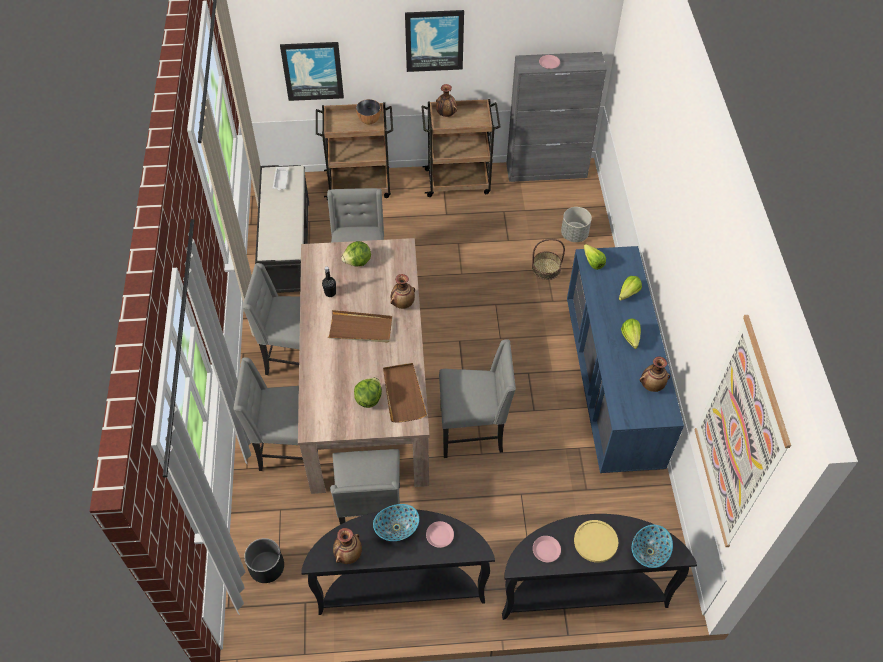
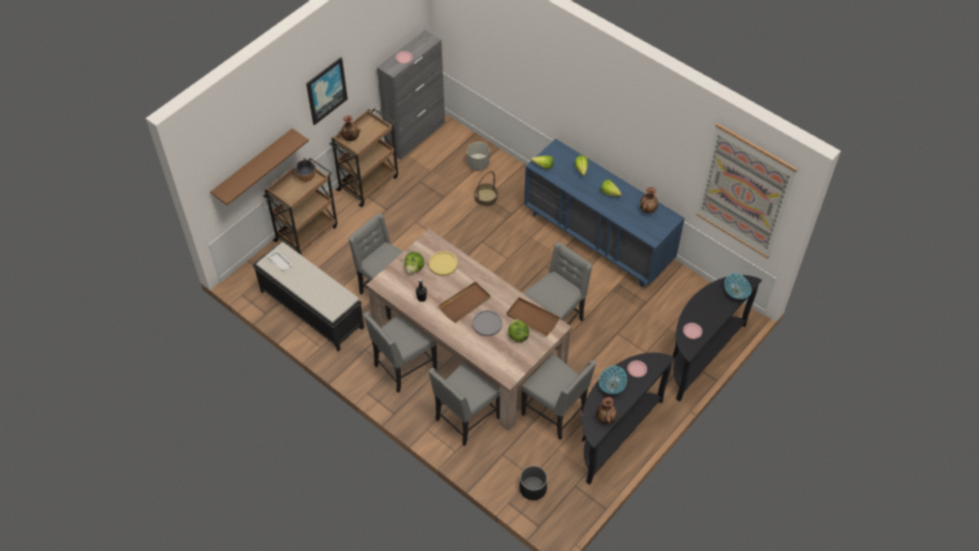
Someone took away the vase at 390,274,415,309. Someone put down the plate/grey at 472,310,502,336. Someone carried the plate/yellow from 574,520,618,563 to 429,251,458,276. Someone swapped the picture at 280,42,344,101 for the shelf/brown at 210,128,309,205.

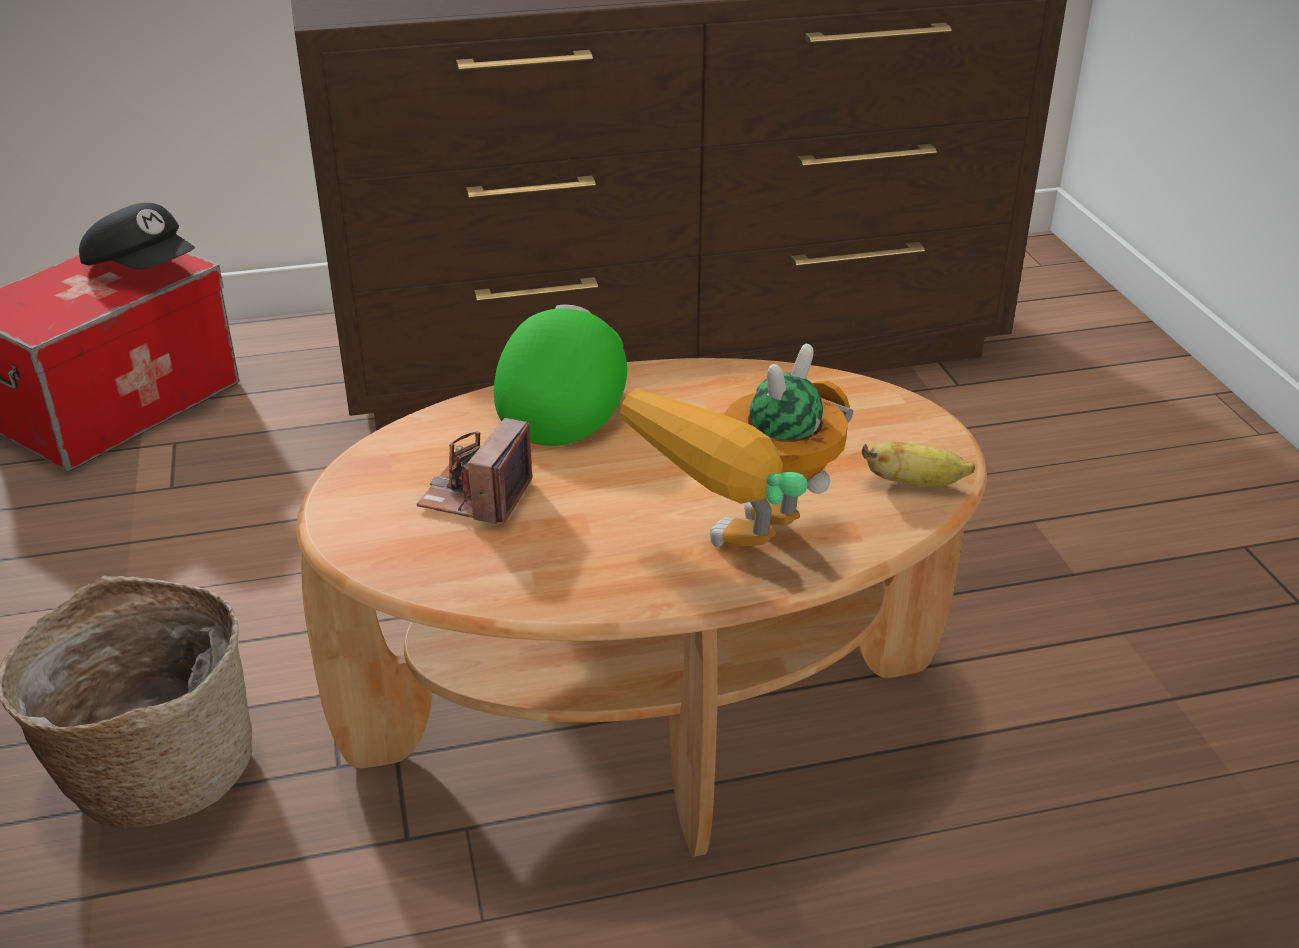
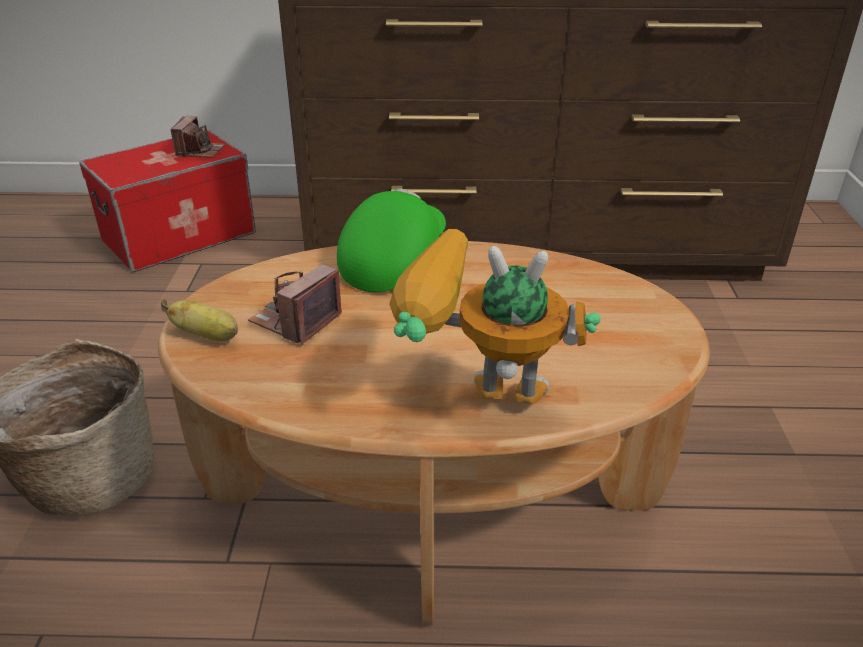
Someone carried the banana from 862,441,975,486 to 161,299,238,341. Someone swapped the cap/black at 79,203,195,269 for the photo camera at 170,116,225,158. Someone rotated the toy robot at 620,344,853,547 by 45 degrees clockwise.

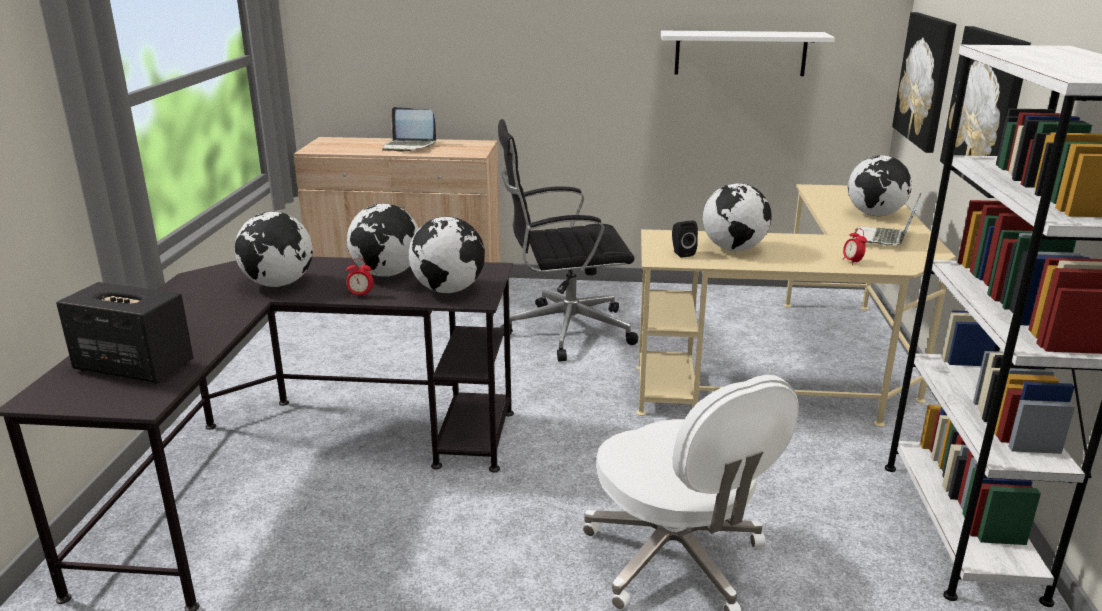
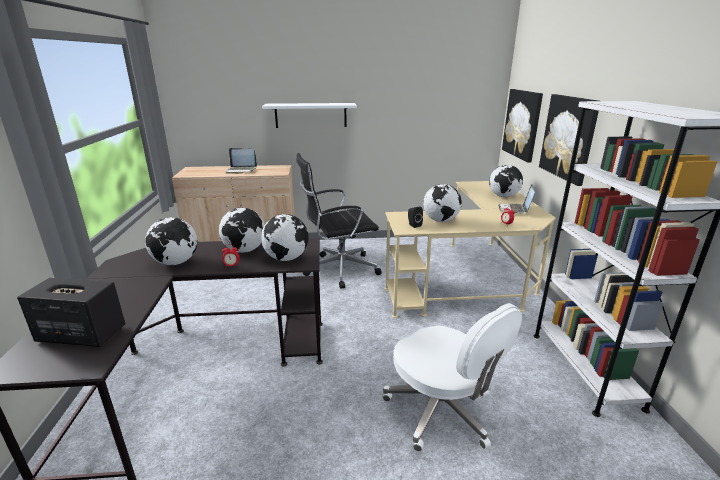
Someone carried the shelf/white from 661,31,835,76 to 262,103,357,128.

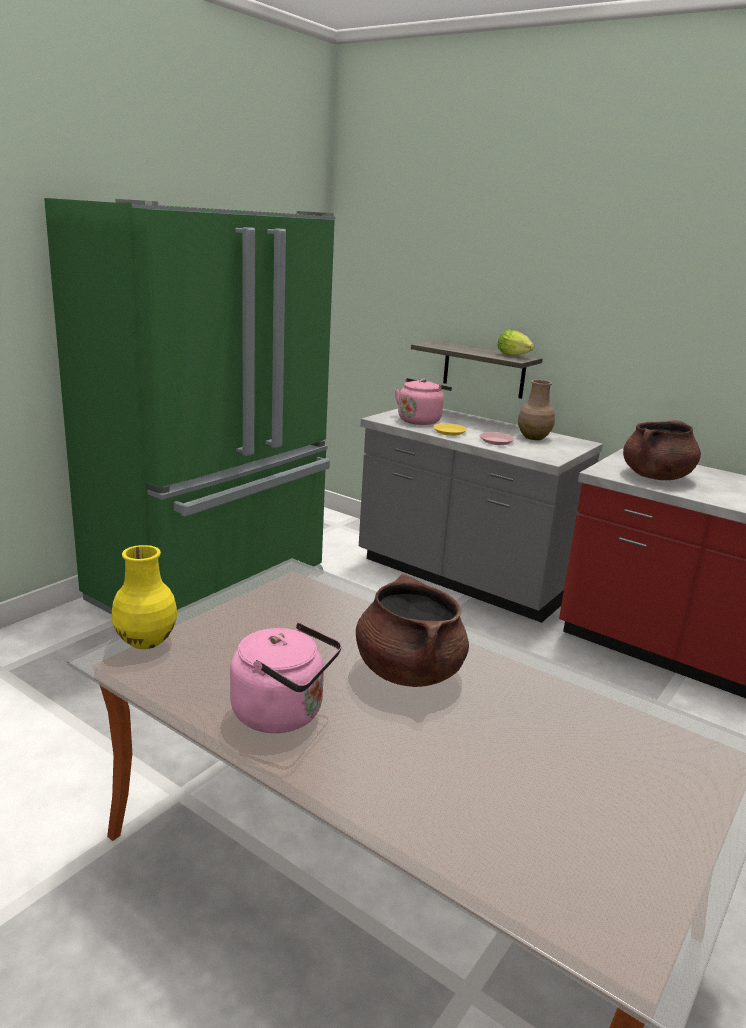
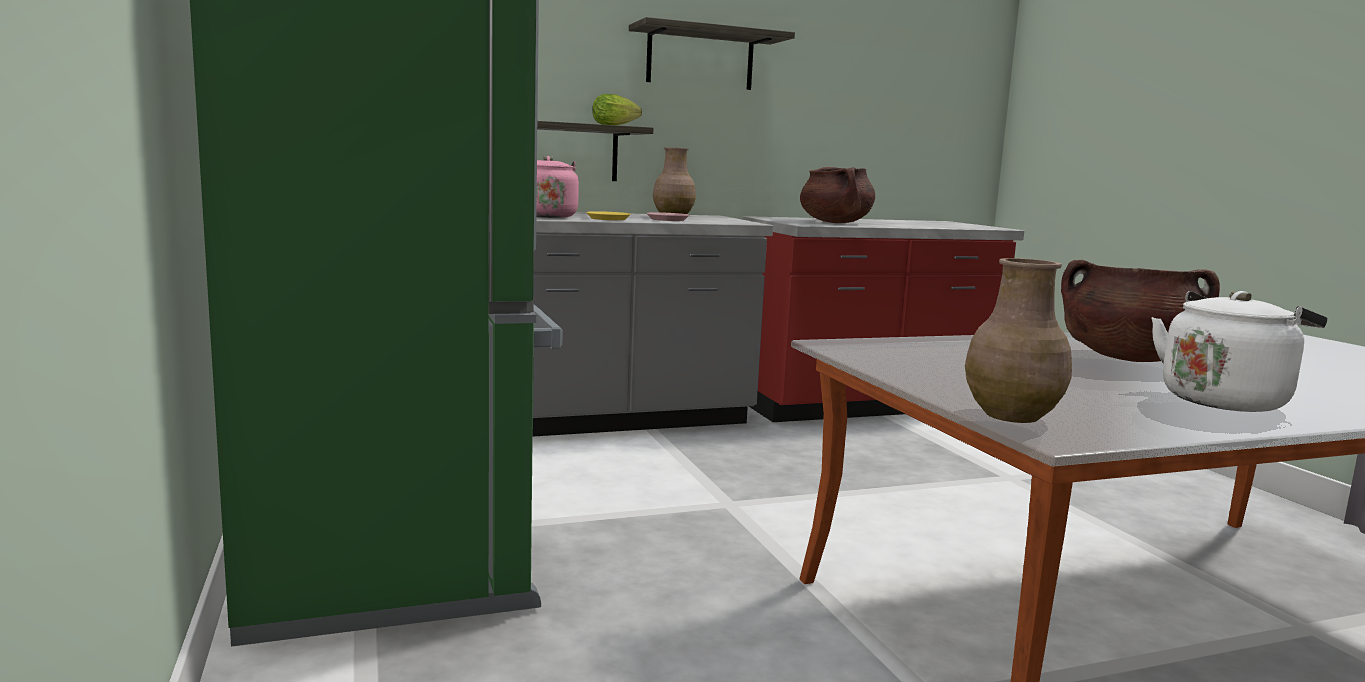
Someone put up the shelf at 629,17,795,90. Someone repainted the vase/yellow at 112,545,177,649, which became the vase/brown at 965,258,1072,423. Someone repainted the kettle/pink at 230,623,342,733, which became the kettle/white at 1151,291,1327,412.

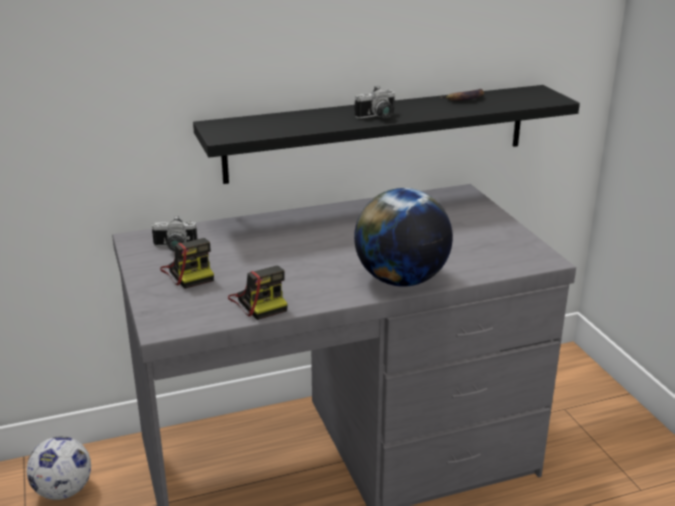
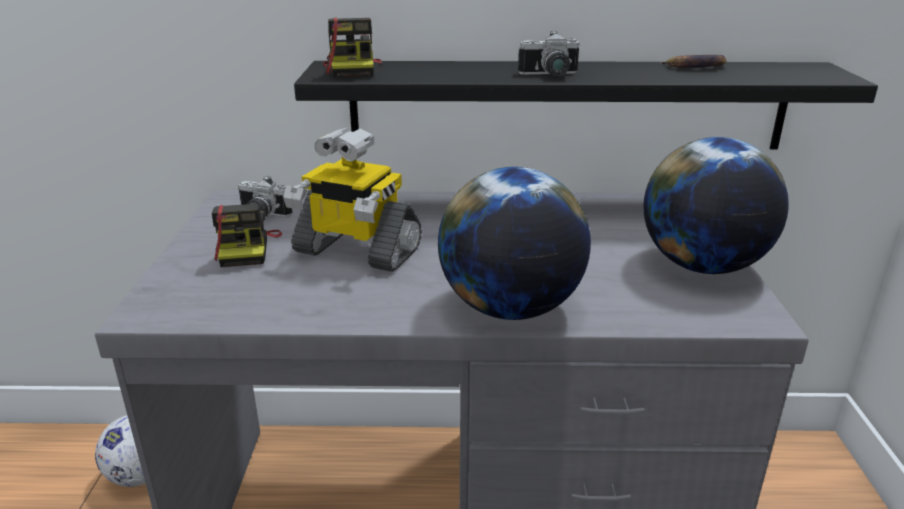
Someone put down the toy robot at 283,127,422,272. Someone put down the globe at 643,137,789,274. Someone carried the photo camera from 228,266,288,320 to 323,18,382,78.

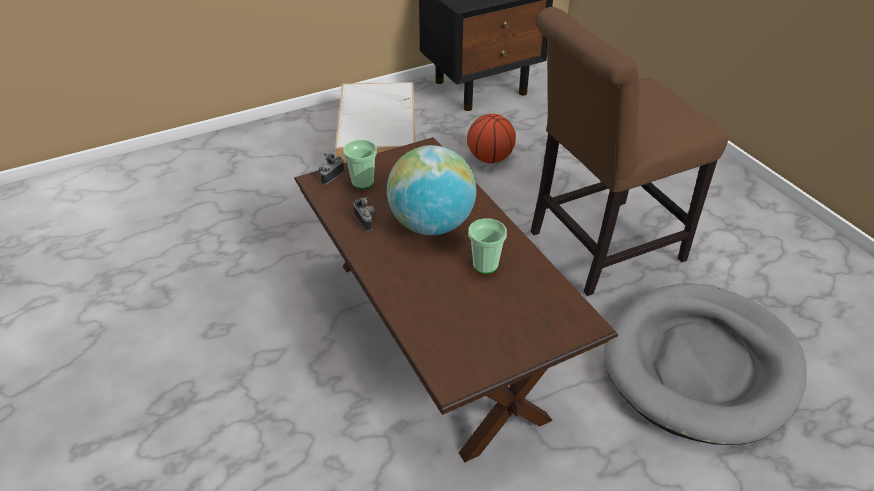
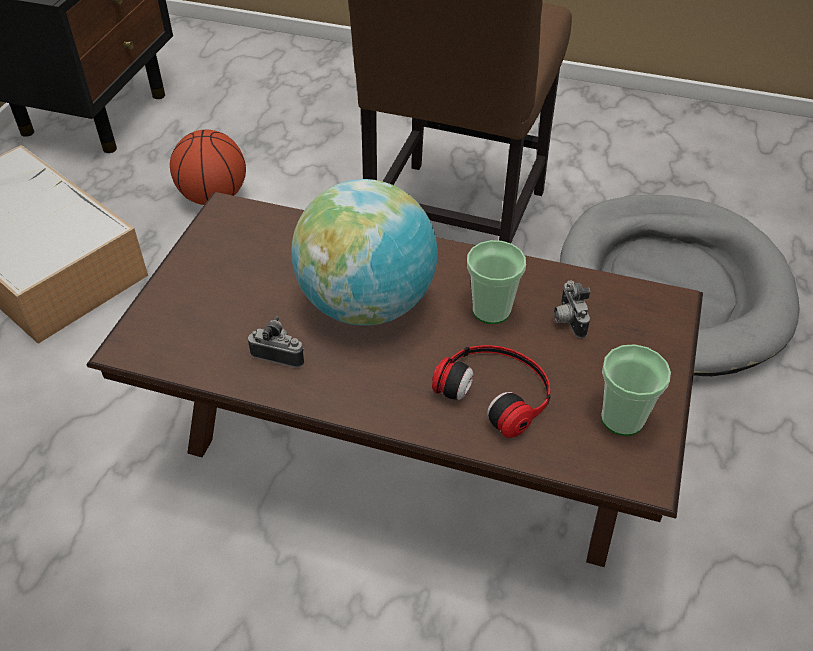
Someone put down the headphones at 432,345,550,438. Someone carried the photo camera from 319,153,344,185 to 554,281,591,338. Someone carried the cup from 343,140,377,189 to 601,344,671,436.

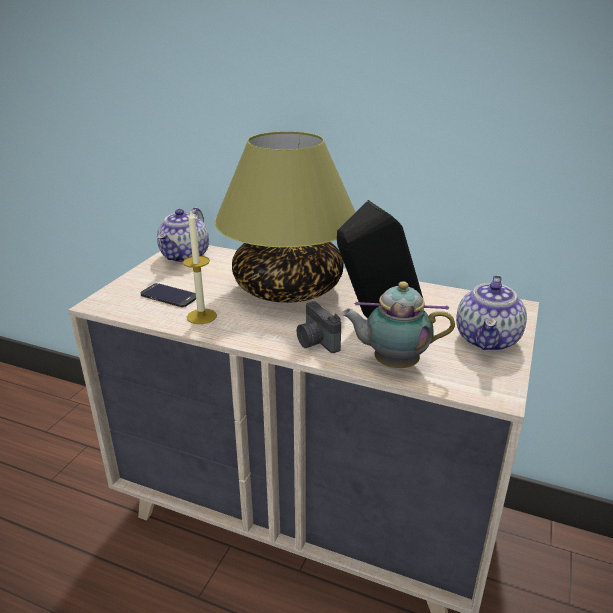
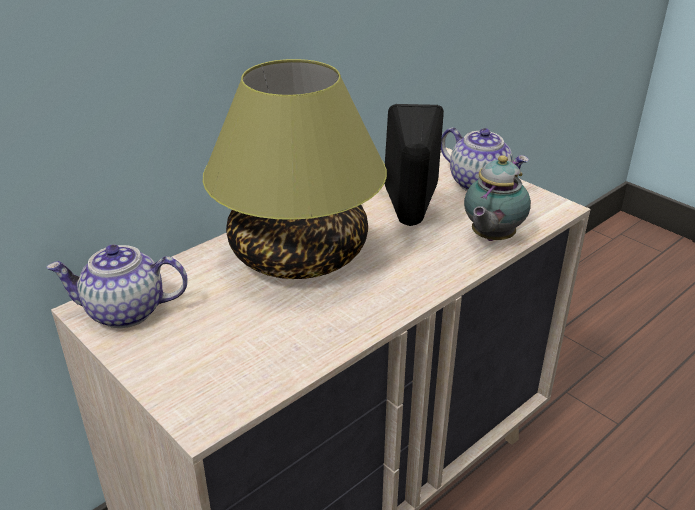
Someone took away the phone at 140,283,196,307. Someone took away the candle at 183,211,217,324. Someone took away the photo camera at 297,301,341,353. Someone rotated the teapot at 157,207,209,263 by 135 degrees clockwise.

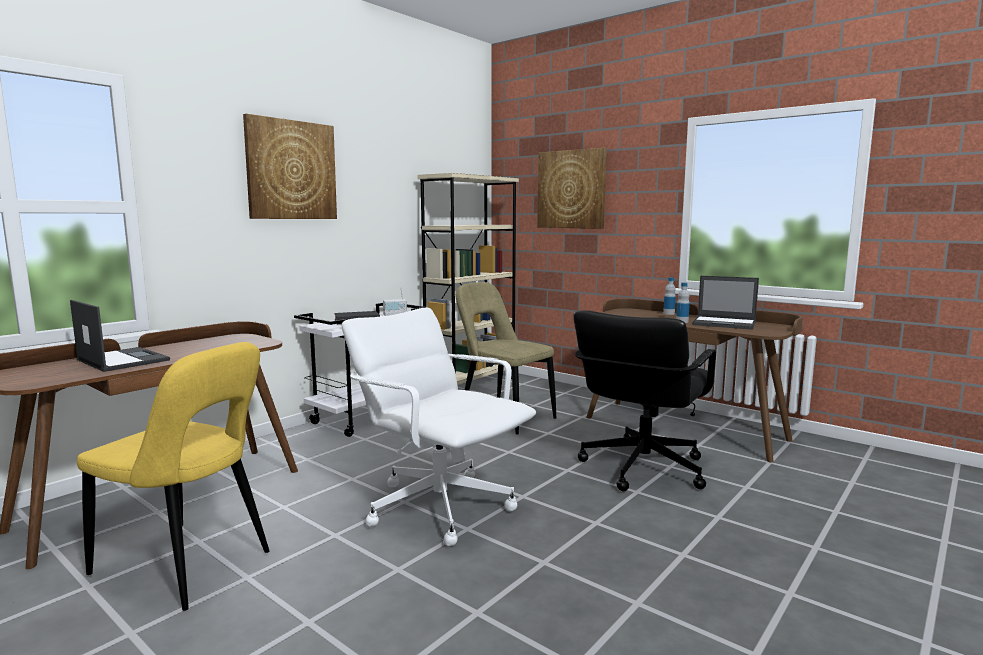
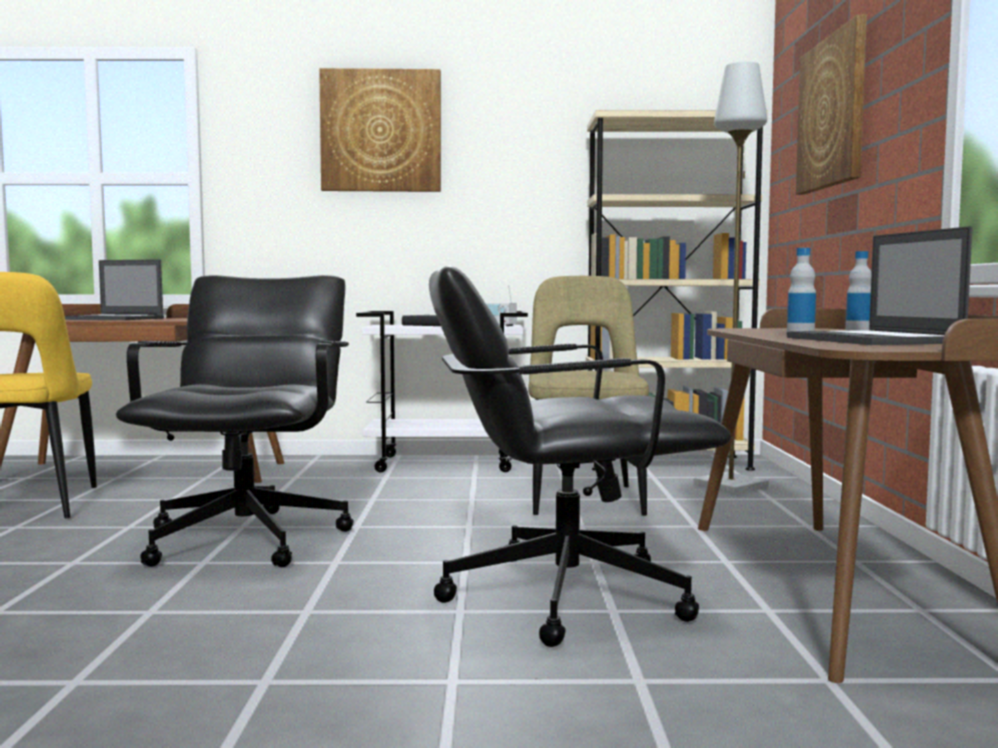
Someone put down the floor lamp/grey at 694,61,769,495. Someone repainted the office chair/white at 342,308,536,546, which became the office chair/black at 116,275,354,567. Someone rotated the laptop at 70,300,170,372 by 105 degrees clockwise.

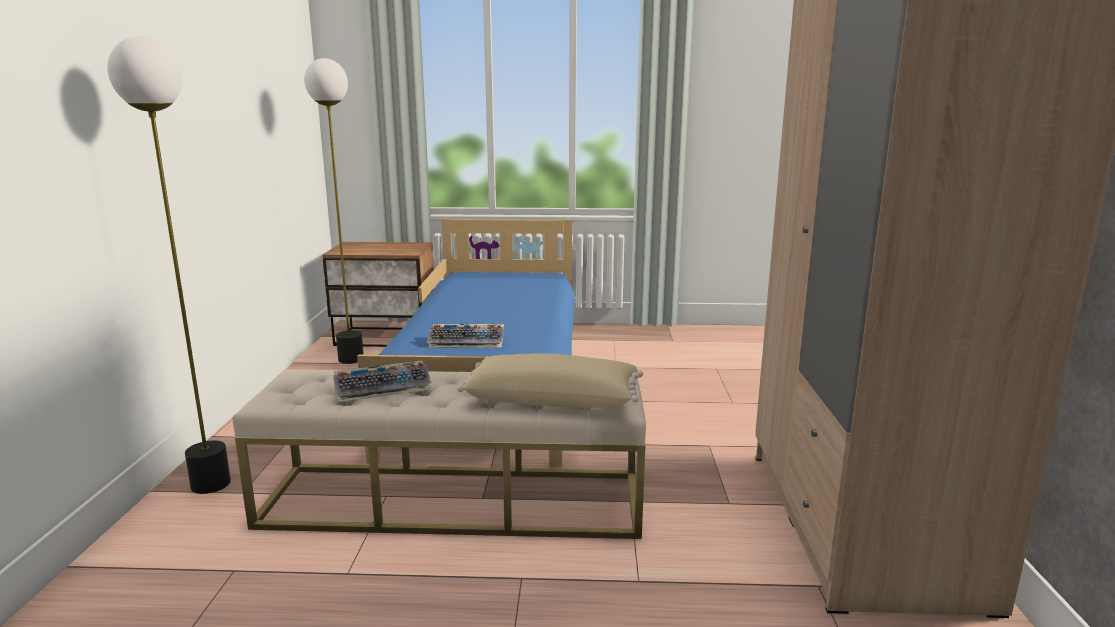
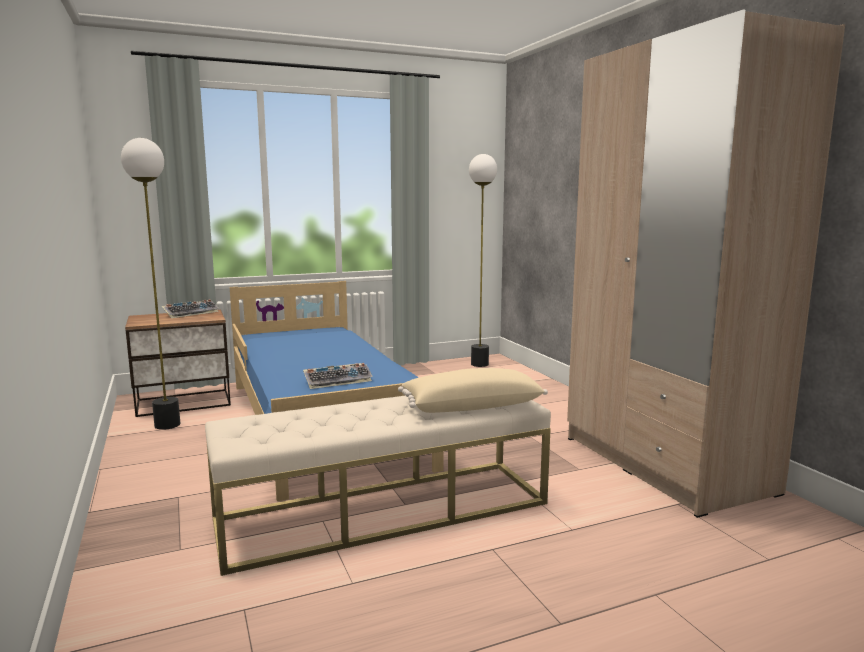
Someone carried the floor lamp from 107,37,231,494 to 469,154,497,367. Someone carried the keyboard from 333,361,431,402 to 162,299,219,318.

